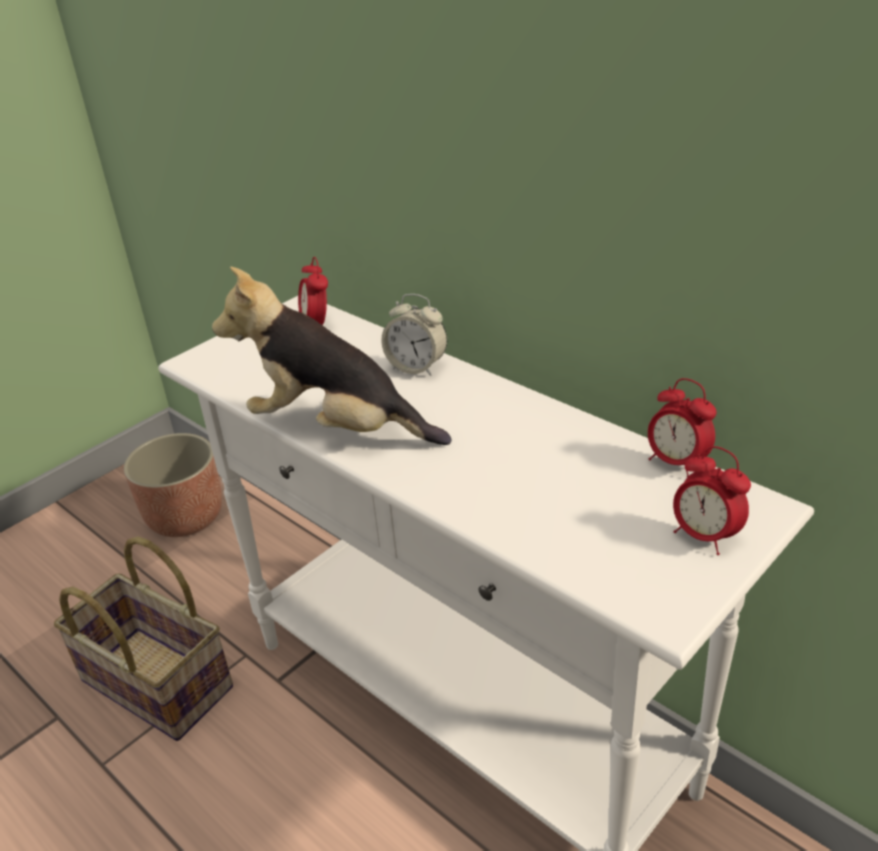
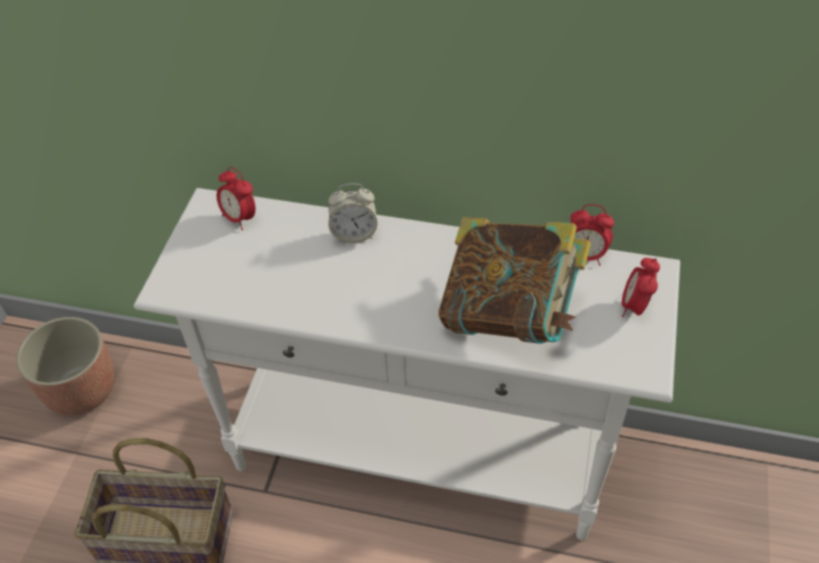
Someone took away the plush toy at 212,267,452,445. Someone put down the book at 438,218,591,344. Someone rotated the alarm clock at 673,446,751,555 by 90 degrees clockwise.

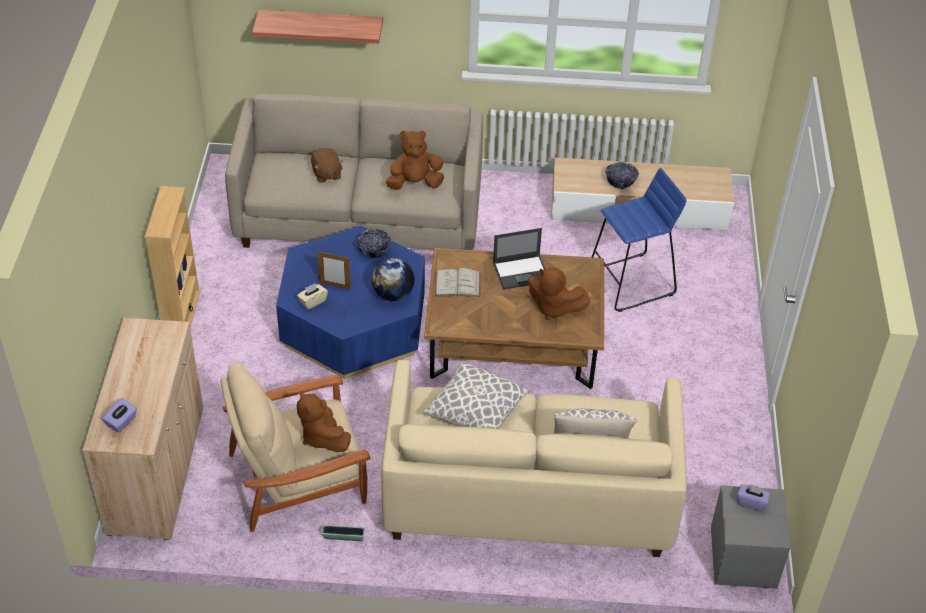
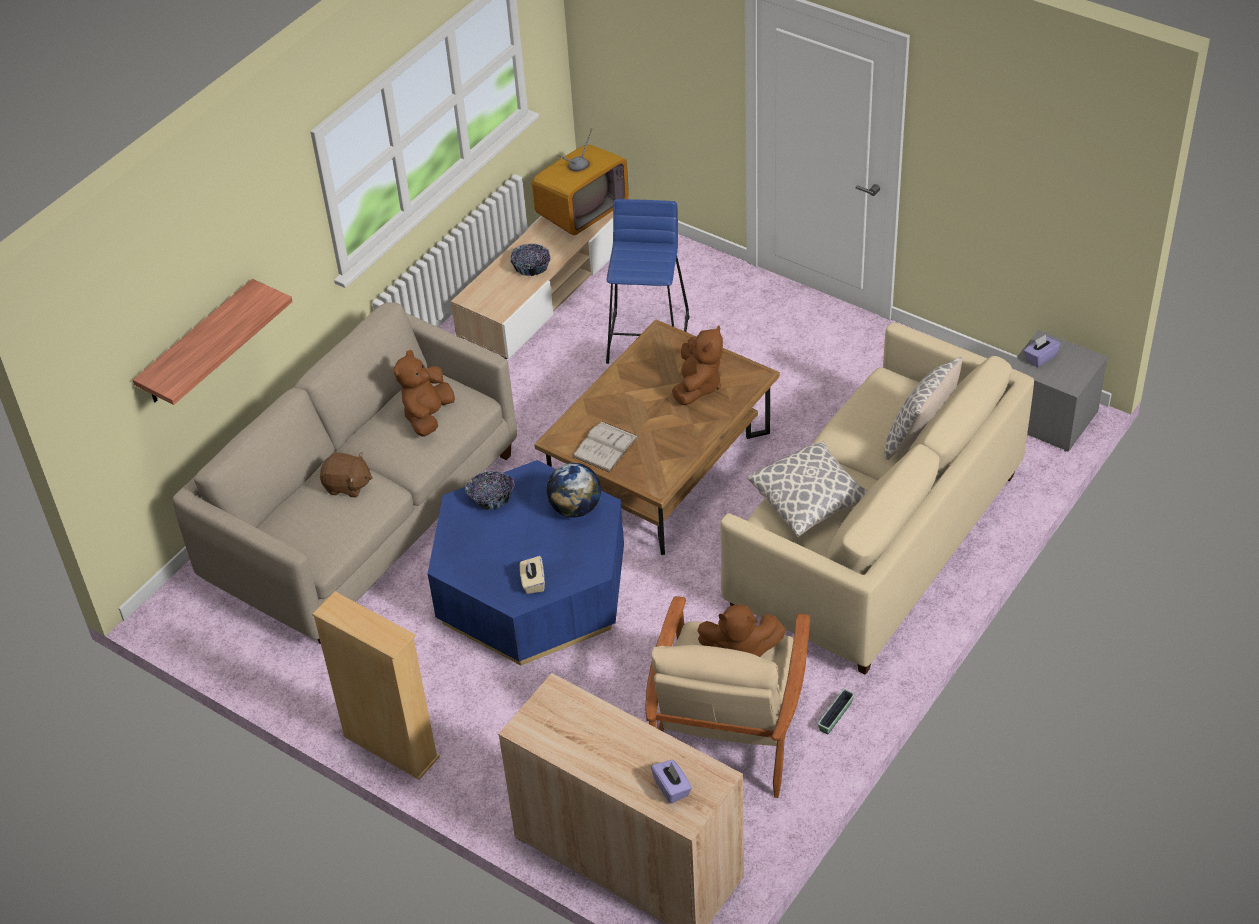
Someone took away the picture frame at 317,251,351,289. Someone took away the laptop at 493,228,546,290. Someone put down the television at 532,128,629,236. Someone rotated the plush toy/brown at 528,267,590,320 by 45 degrees counterclockwise.

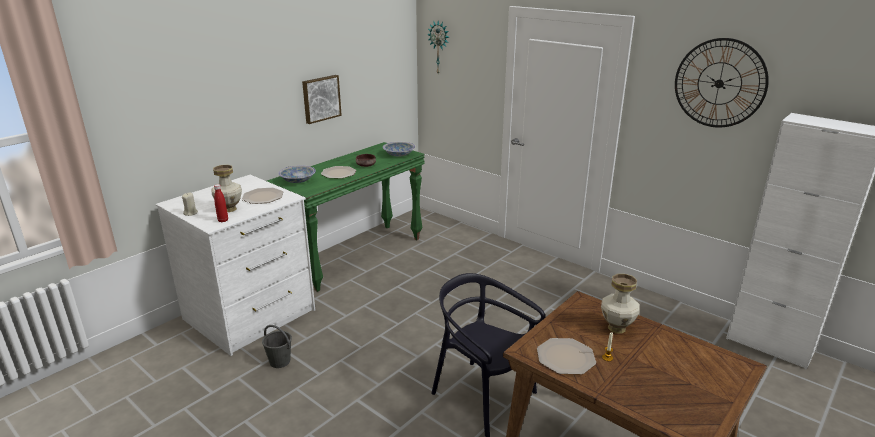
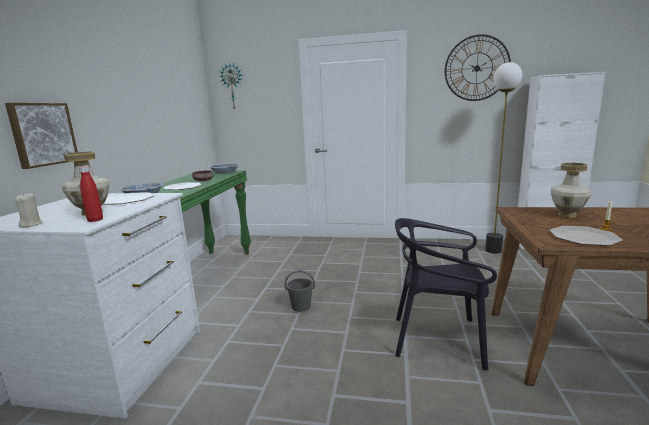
Someone put down the floor lamp at 485,62,522,254. Someone carried the bucket/grey from 262,325,292,368 to 284,270,315,312. Someone carried the picture from 302,75,342,124 to 5,103,78,169.

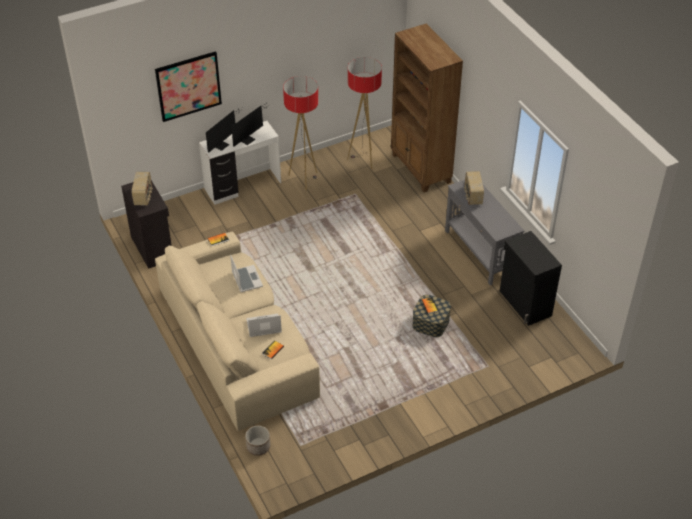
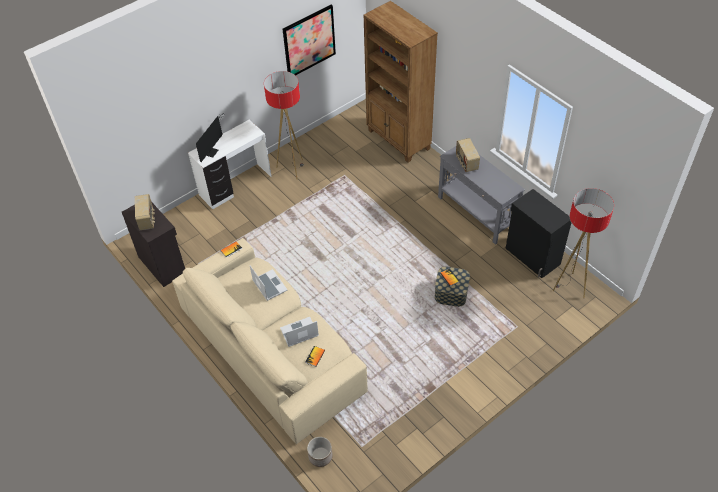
Someone took away the monitor at 231,104,268,146. Someone carried the picture from 155,51,222,122 to 283,5,336,75. Someone carried the floor lamp from 347,57,382,169 to 553,188,614,298.

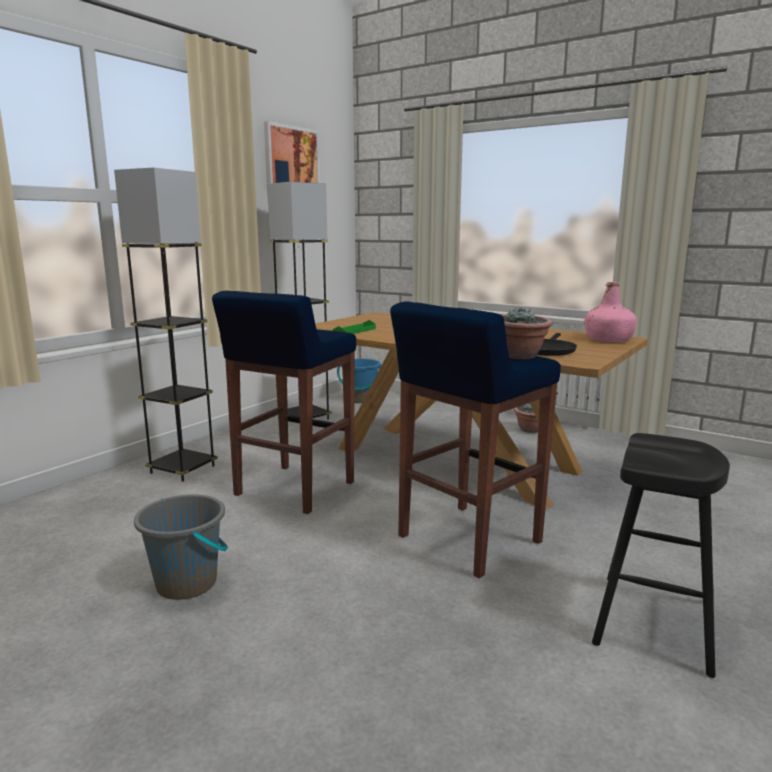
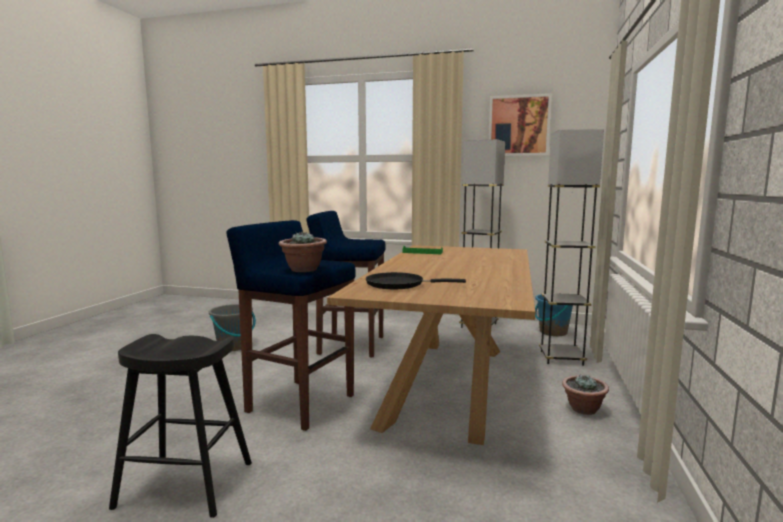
Someone took away the bottle/pink at 585,282,637,342. Someone carried the floor lamp/grey from 114,168,218,482 to 539,129,604,366.

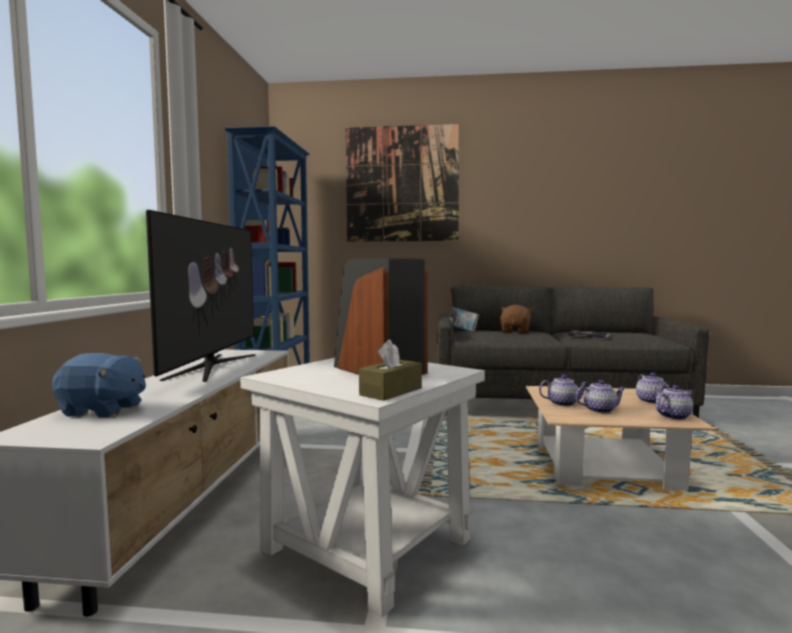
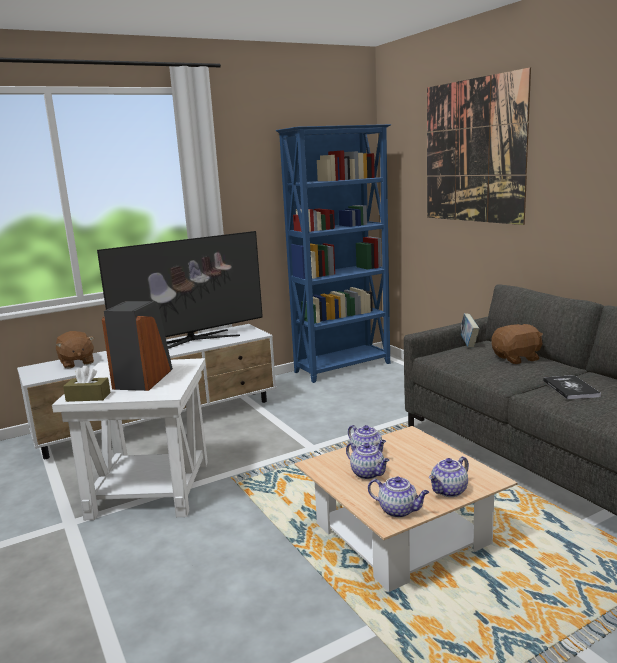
Someone repainted the plush toy/blue at 52,353,146,417, which became the plush toy/brown at 56,331,94,369.

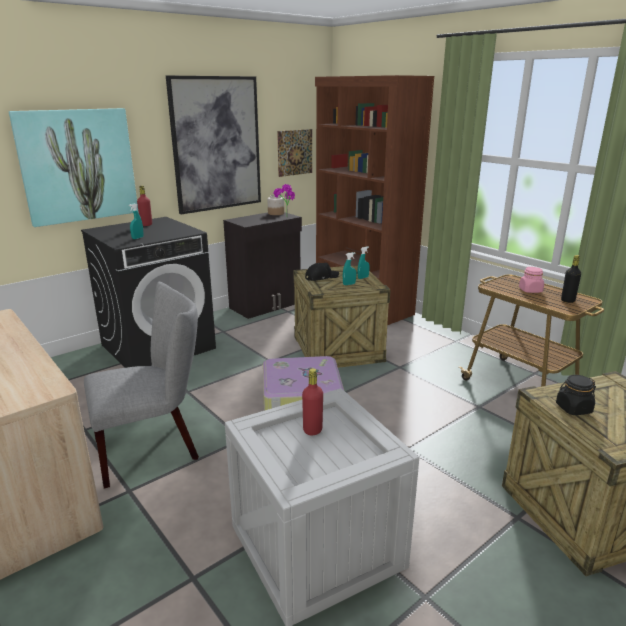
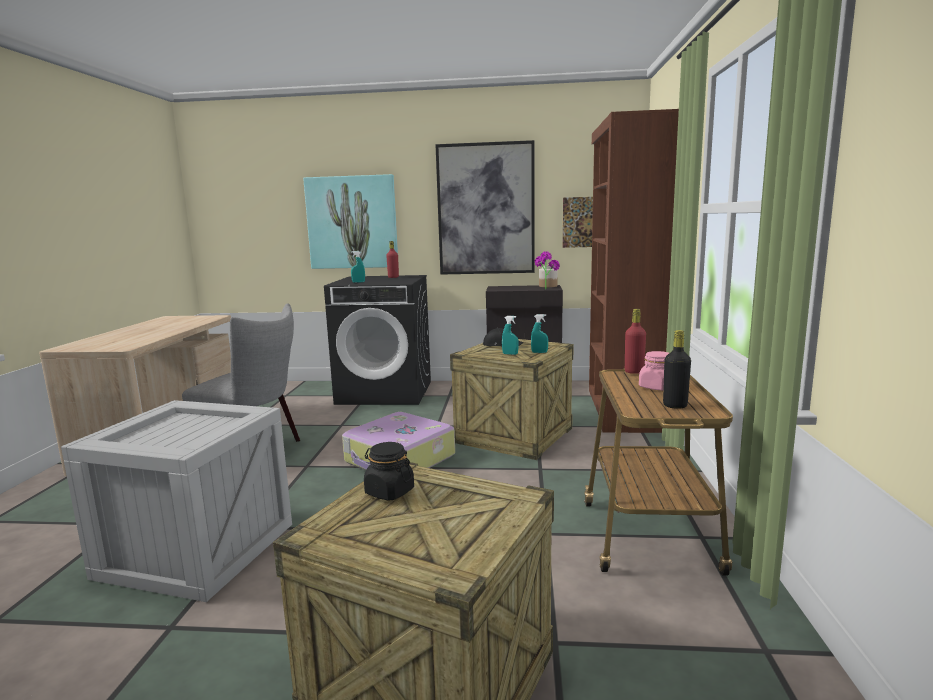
Someone carried the bottle/red from 302,368,323,435 to 625,309,646,374.

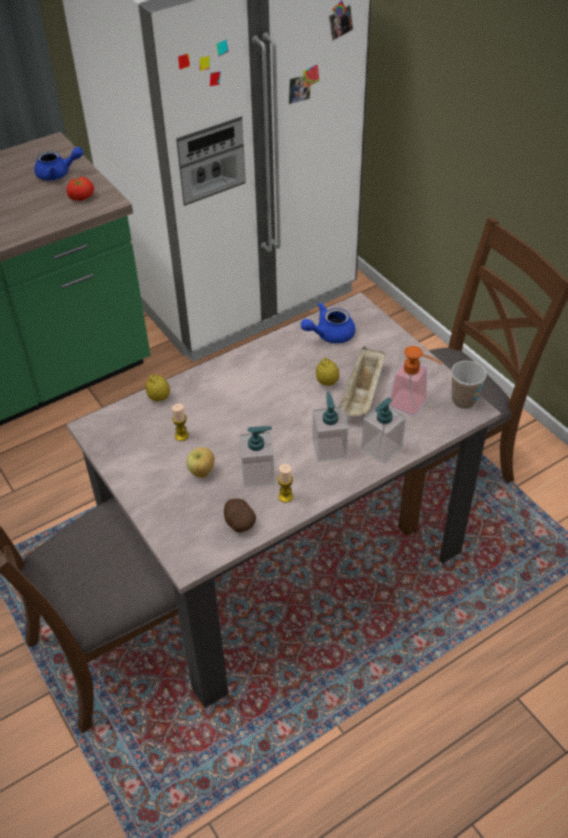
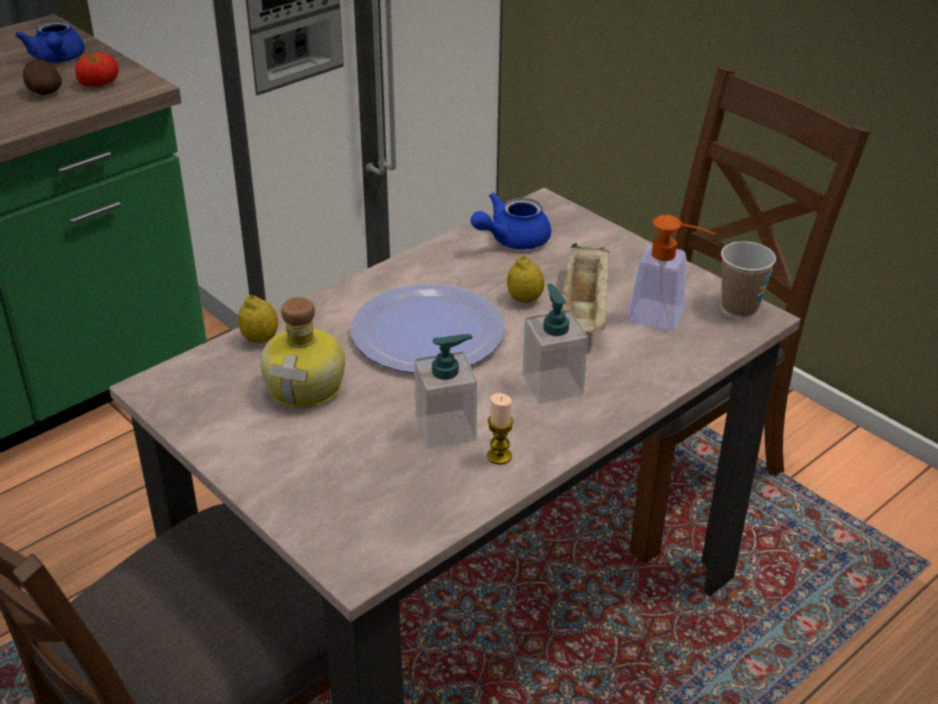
Someone took away the apple at 186,447,215,478. Someone took away the soap dispenser at 361,397,406,463. Someone put down the plate at 351,284,505,373. Someone carried the potato from 224,498,256,532 to 23,59,62,95. Someone swapped the candle at 172,403,189,441 for the bottle at 260,297,345,409. Someone rotated the teapot/blue at 34,147,83,181 by 90 degrees clockwise.

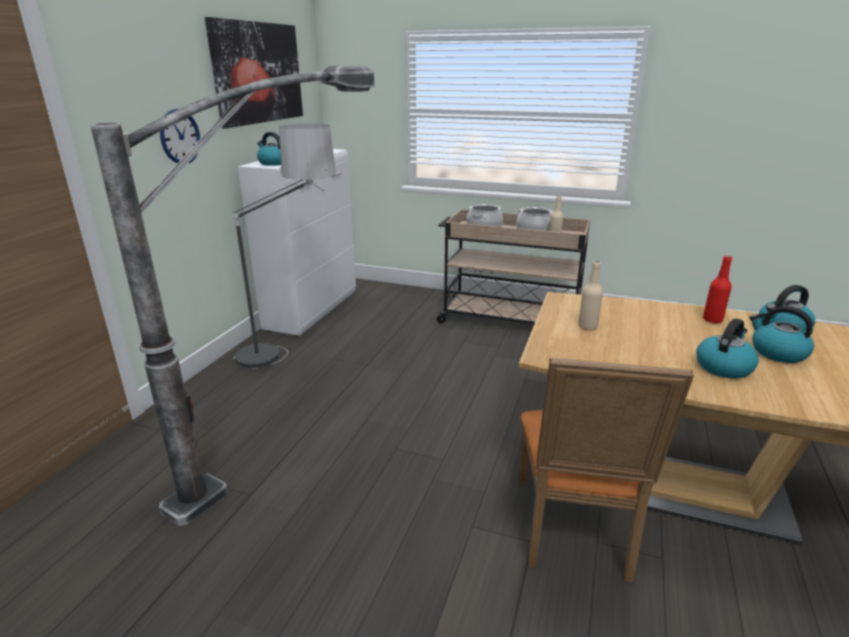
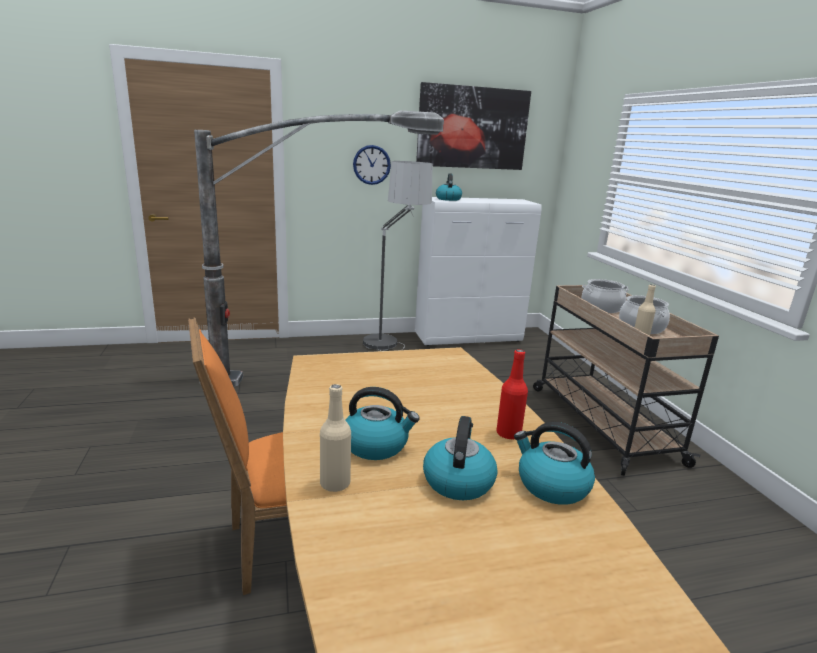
Someone carried the bottle/beige from 578,261,603,330 to 320,384,351,492.

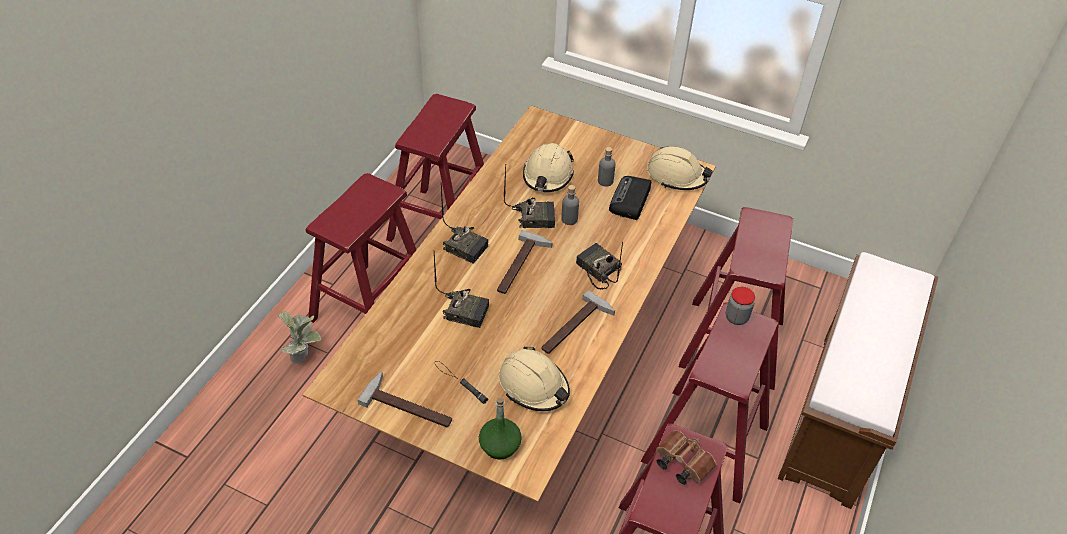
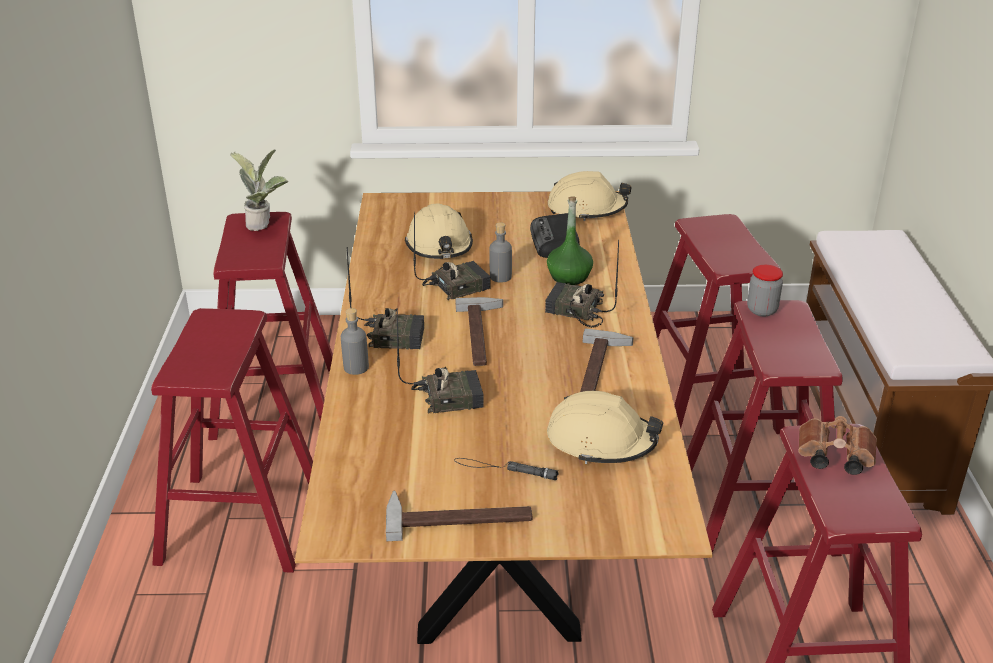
Someone carried the potted plant from 279,311,321,364 to 230,149,288,231. Someone carried the bottle/green from 479,397,522,460 to 547,197,593,285. Someone carried the bottle/grey from 598,147,616,187 to 341,308,369,375.

